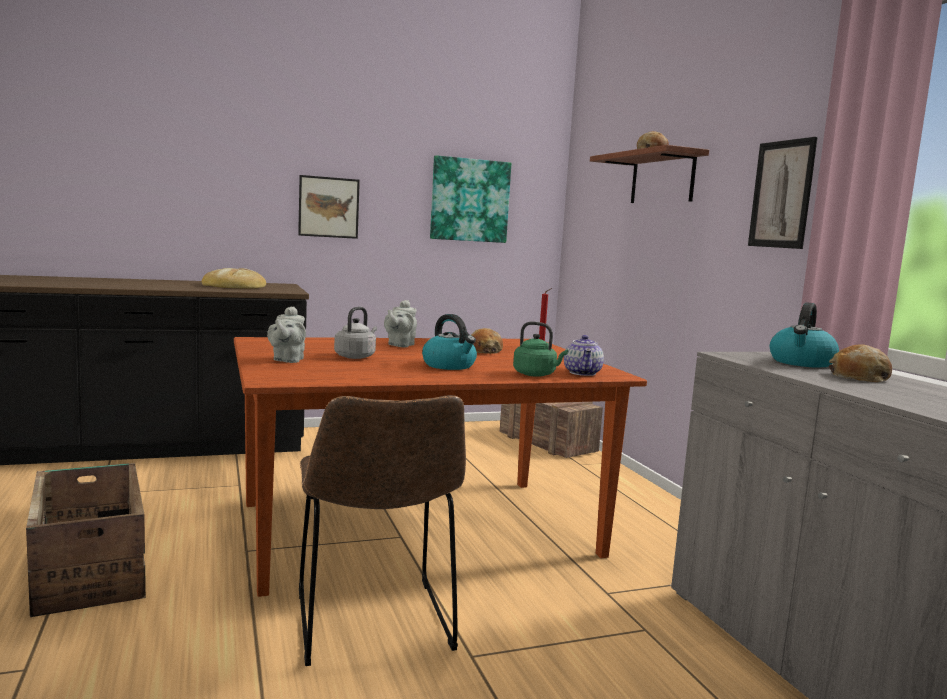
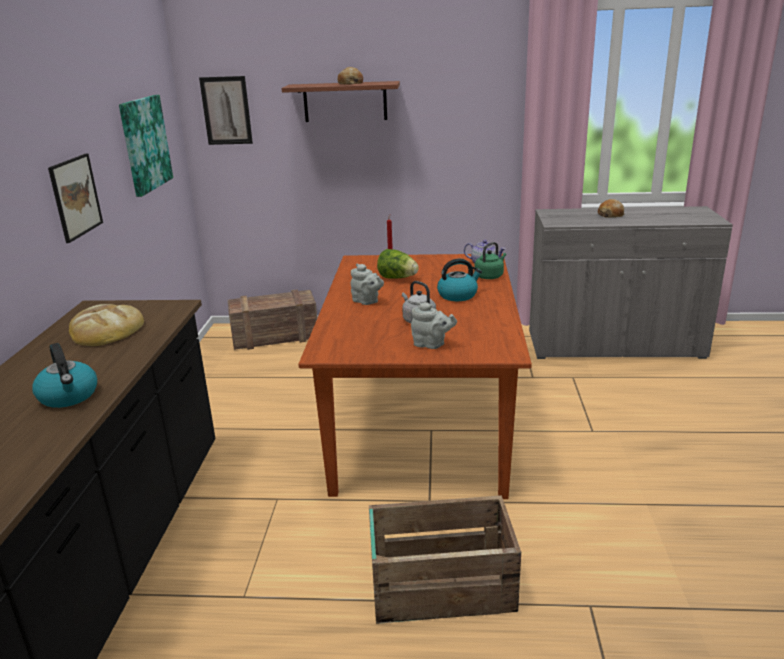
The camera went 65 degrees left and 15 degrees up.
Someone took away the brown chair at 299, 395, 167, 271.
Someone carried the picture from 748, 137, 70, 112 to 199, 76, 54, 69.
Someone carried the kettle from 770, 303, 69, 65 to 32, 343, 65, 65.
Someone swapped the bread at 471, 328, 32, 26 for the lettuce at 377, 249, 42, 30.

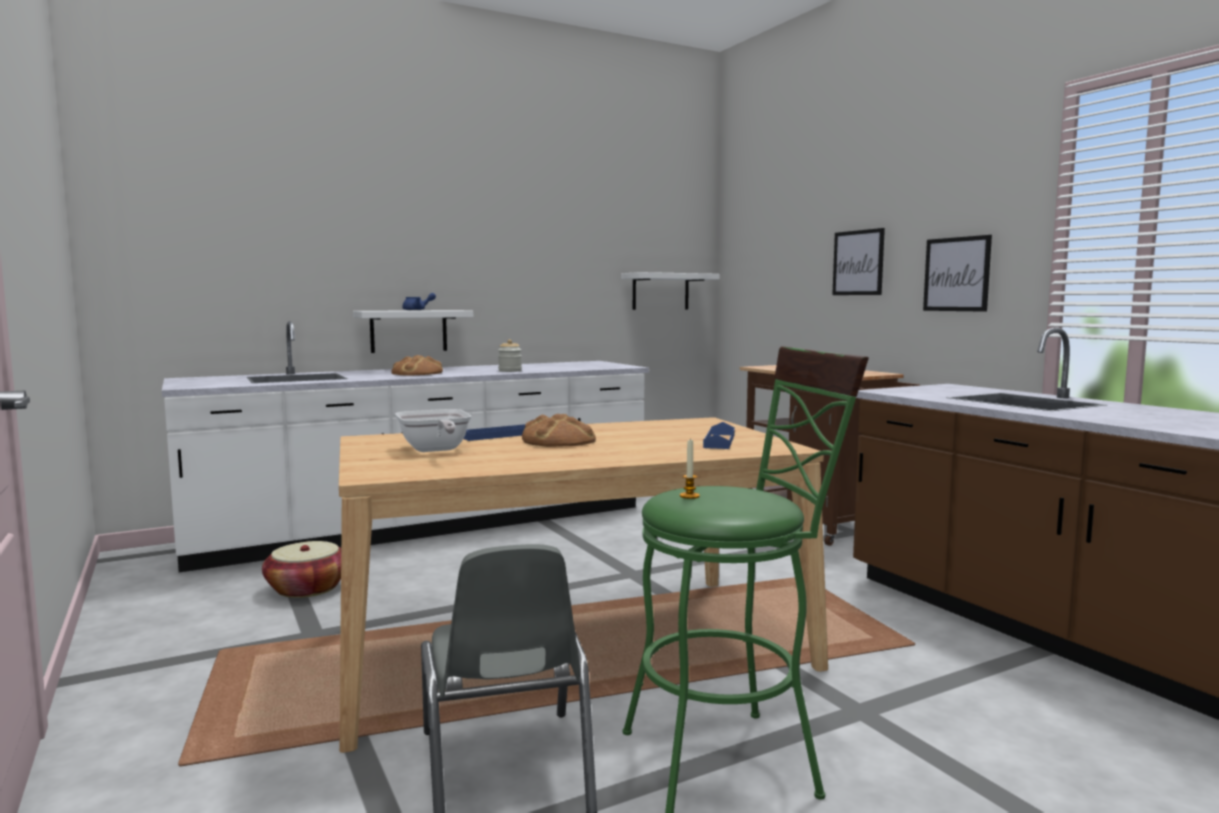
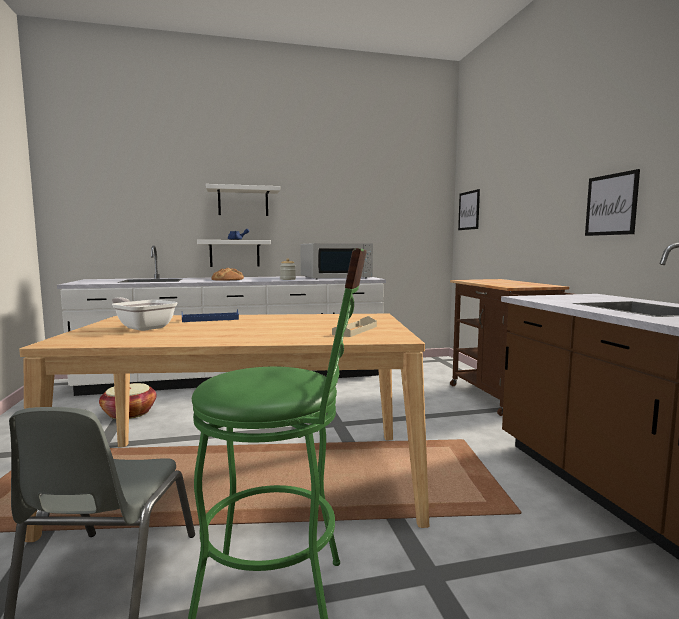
The camera went 15 degrees right and 0 degrees up.
Someone took away the bread at 522, 414, 74, 33.
Someone took away the candle at 680, 438, 20, 61.
Someone put down the white microwave at 300, 243, 73, 36.
Someone carried the white shelf from 621, 272, 98, 38 to 206, 184, 74, 32.
Someone carried the picture from 832, 228, 53, 67 to 458, 189, 22, 41.
Someone repainted the blue tray at 703, 422, 32, 27, which became the beige tray at 332, 316, 45, 21.
Someone rotated the frying pan at 395, 409, 76, 43 by 135 degrees clockwise.

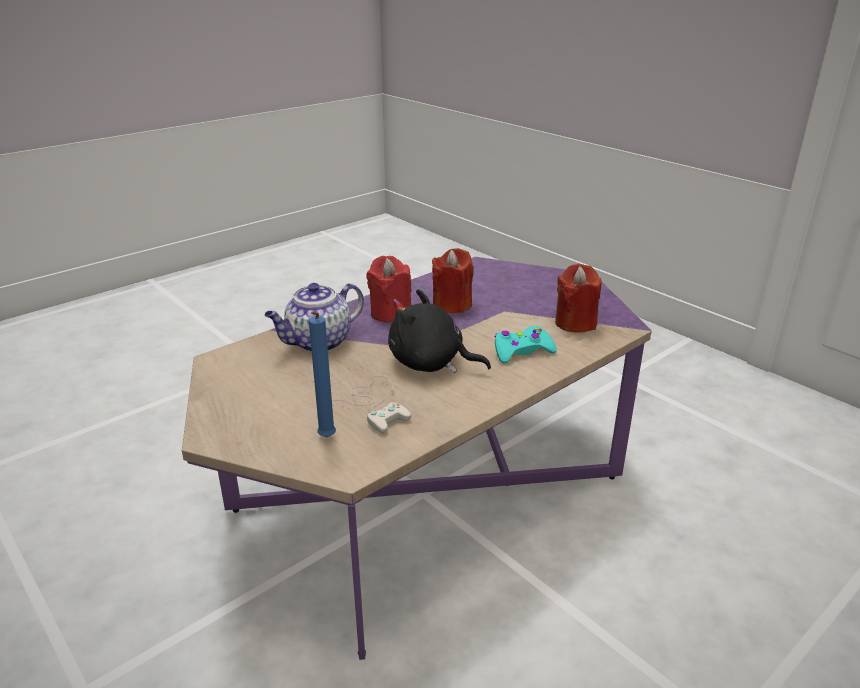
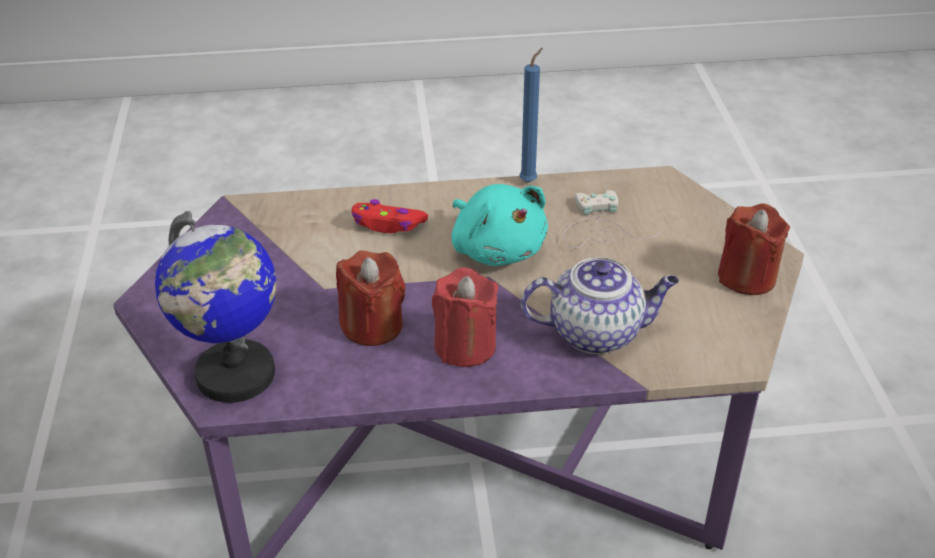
The camera went 145 degrees left and 10 degrees up.
Someone put down the globe at 155, 211, 122, 192.
Someone carried the blue candle from 309, 312, 27, 125 to 520, 48, 23, 134.
Someone carried the red candle from 555, 264, 46, 69 to 718, 203, 72, 92.
Someone repainted the black plush toy at 388, 289, 103, 84, which became the turquoise plush toy at 451, 184, 97, 82.
Someone repainted the turquoise game controller at 495, 326, 62, 37, which became the red game controller at 352, 199, 76, 34.

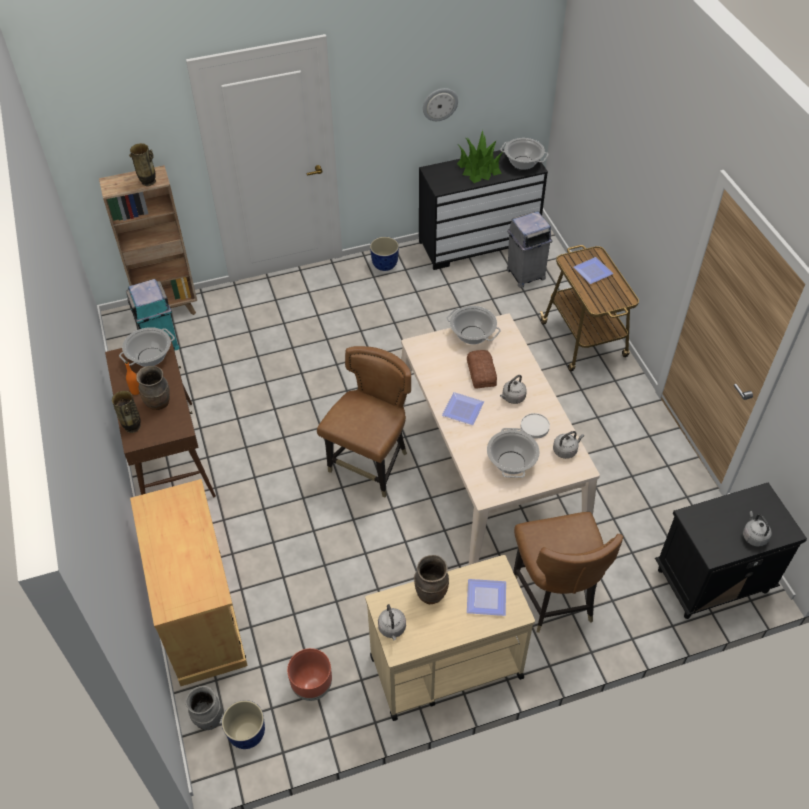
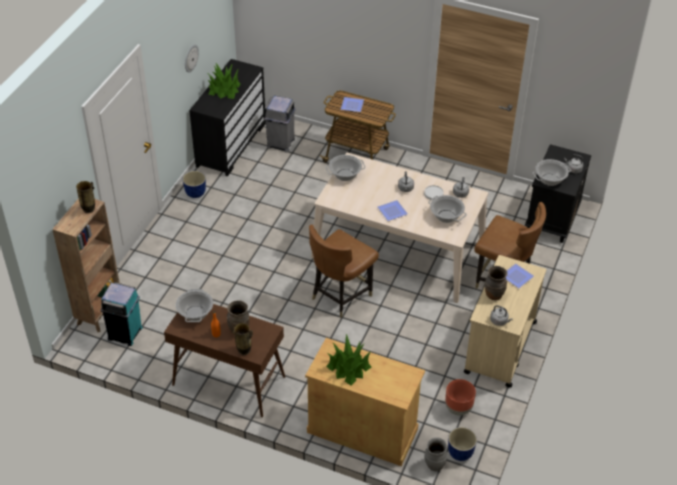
The camera went 50 degrees left and 5 degrees down.
Someone took away the bread at 467, 350, 30, 39.
Someone put down the potted plant at 326, 334, 45, 52.
Someone carried the cooking pot from 500, 138, 49, 32 to 532, 159, 39, 27.
Someone rotated the brown chair at 317, 346, 94, 151 by 120 degrees counterclockwise.

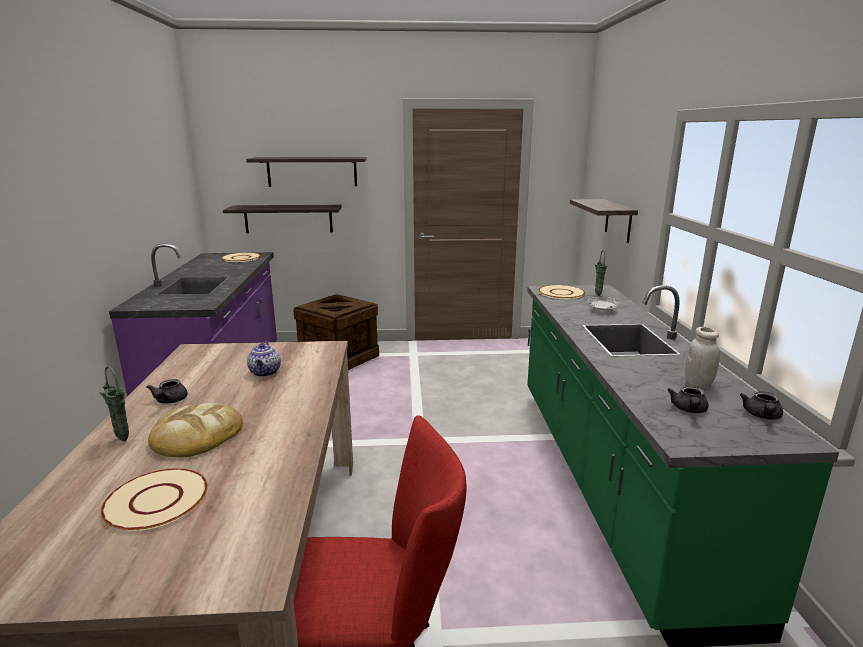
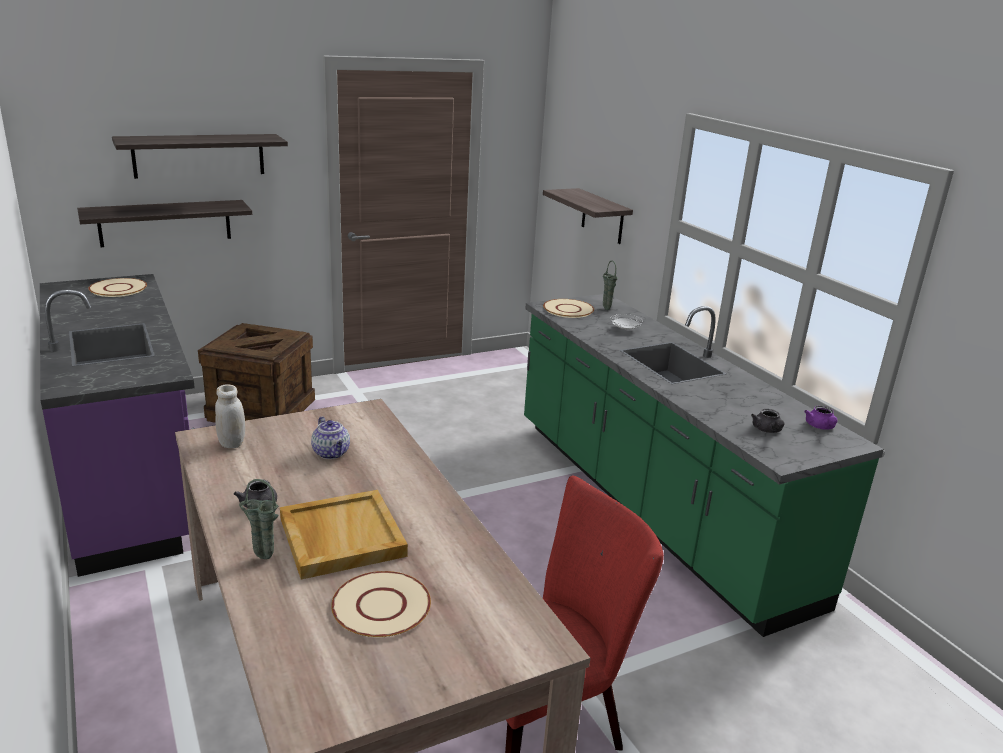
The camera went 25 degrees left and 5 degrees up.
Someone carried the white jar from 685, 327, 35, 62 to 215, 384, 30, 64.
Someone swapped the bread at 148, 403, 95, 54 for the beige tray at 280, 490, 128, 90.
Someone repainted the grey teapot at 740, 391, 43, 29, which became the purple teapot at 804, 406, 34, 24.

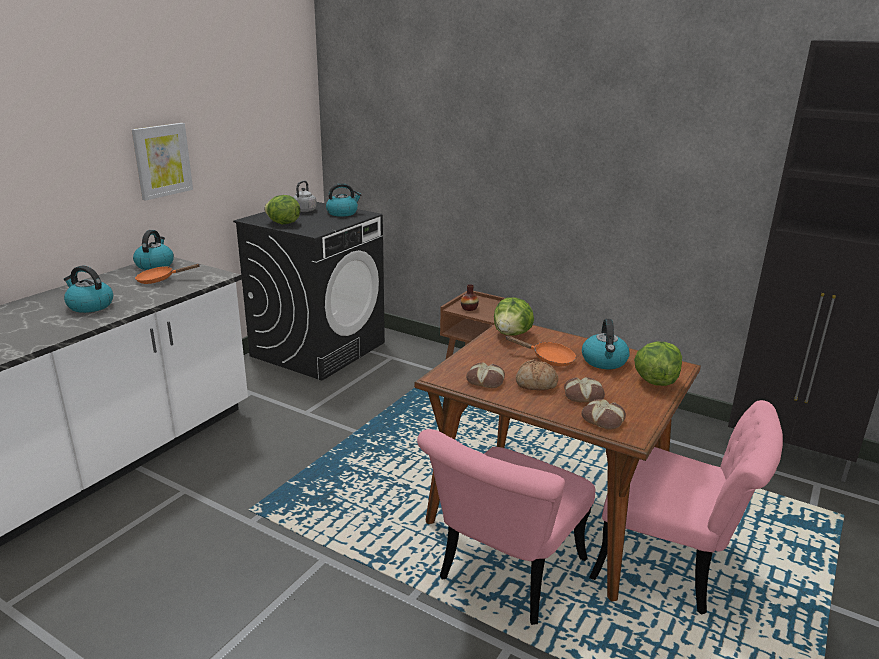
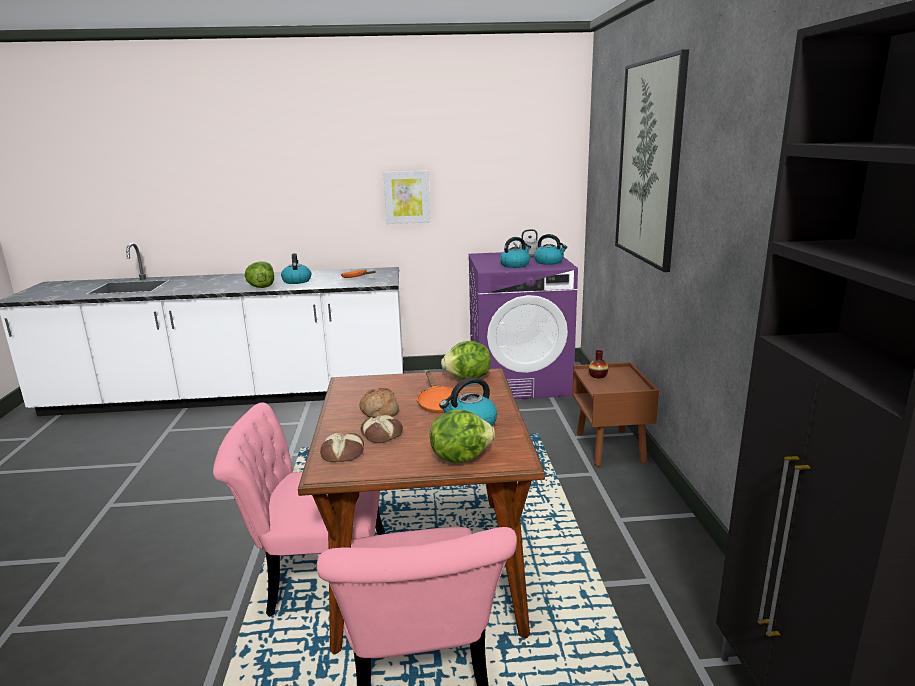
The camera went 55 degrees right and 5 degrees down.
Someone took away the bread at 466, 363, 39, 25.
Someone put up the picture at 615, 49, 74, 223.
Someone carried the kettle from 133, 230, 41, 40 to 500, 237, 31, 31.
Someone carried the lettuce from 264, 195, 36, 29 to 245, 261, 29, 27.
Someone repainted the black washing machine at 233, 202, 152, 179, which became the purple washing machine at 468, 252, 110, 147.

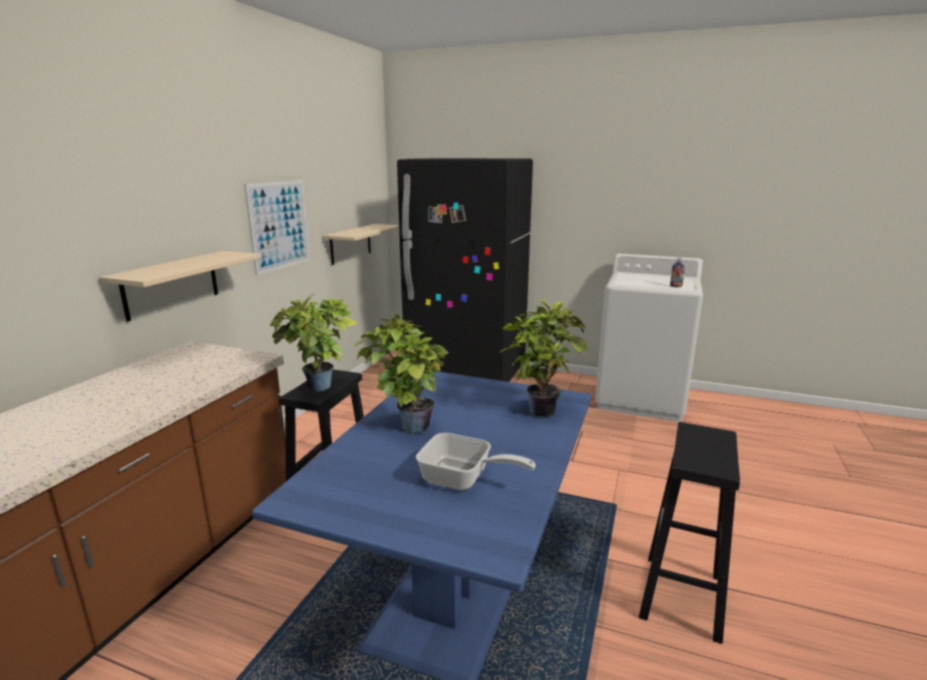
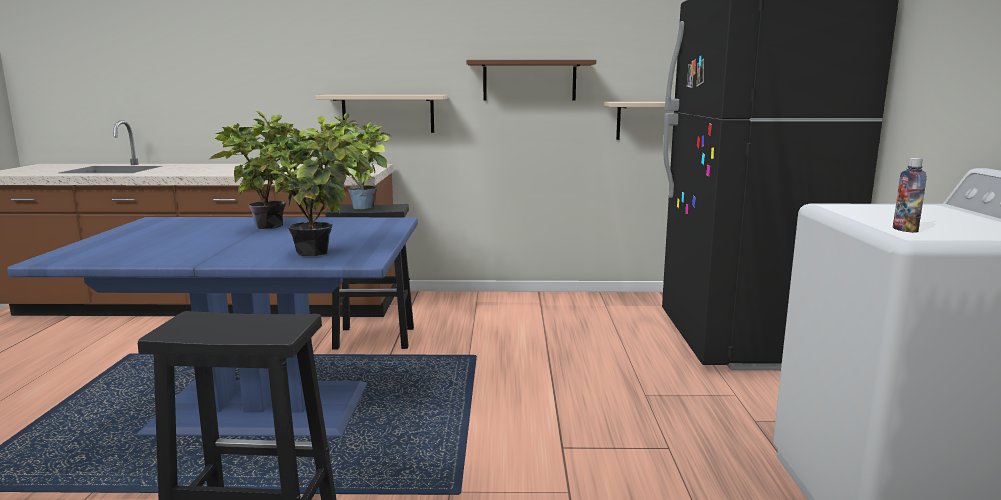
The camera went 70 degrees right and 5 degrees down.
Someone took away the frying pan at 416, 433, 120, 57.
Someone swapped the picture at 244, 180, 66, 95 for the brown shelf at 466, 60, 130, 40.

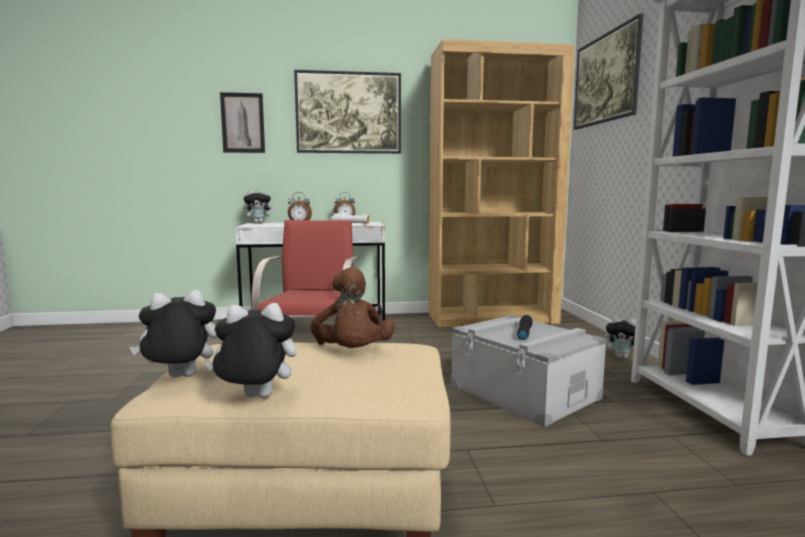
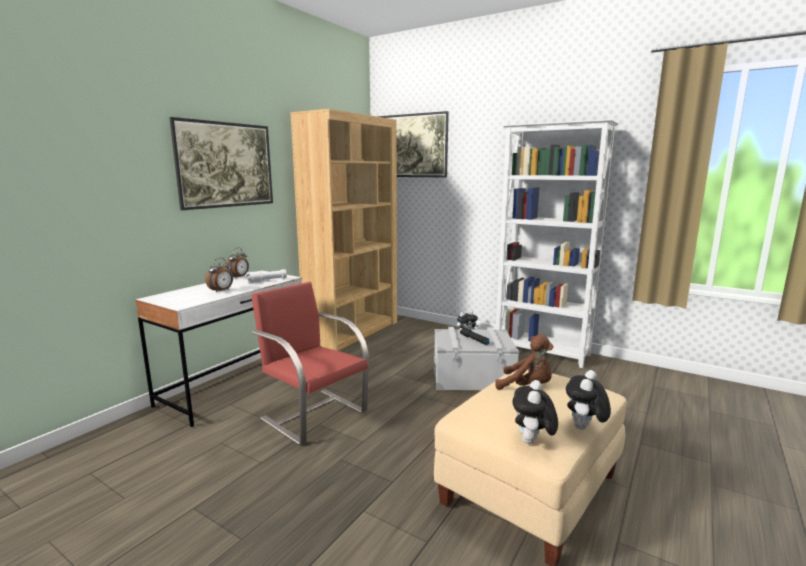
The camera went 50 degrees left and 5 degrees up.
Someone took away the picture at 220, 92, 45, 61.
Someone took away the plush toy at 243, 190, 32, 33.

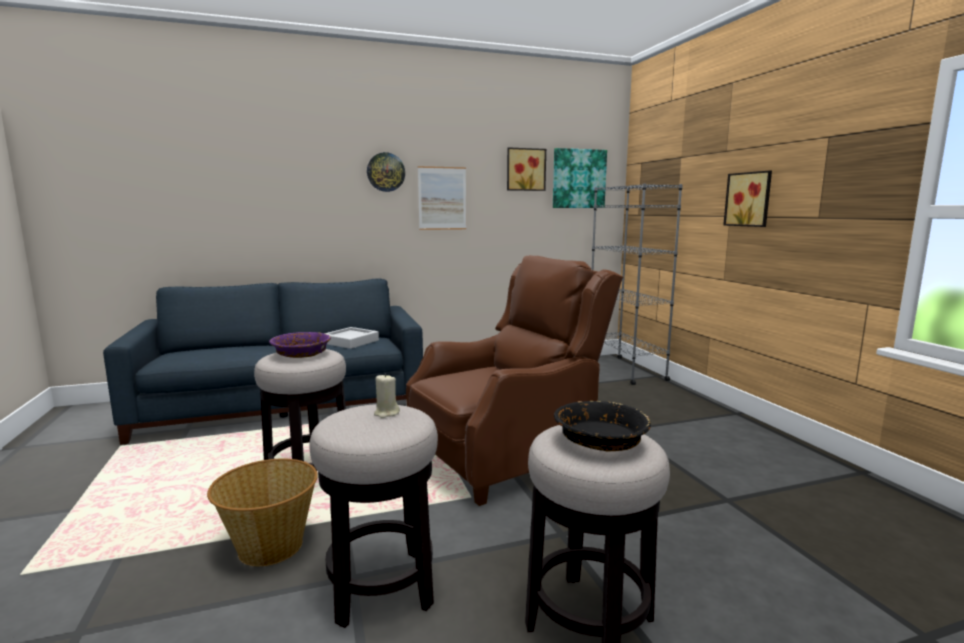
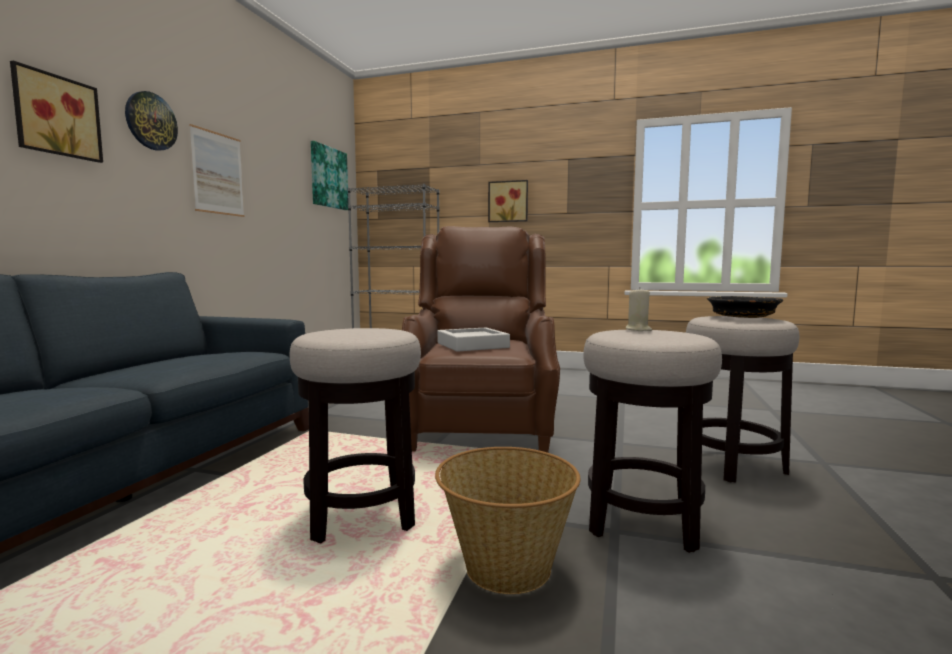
The camera went 55 degrees left and 5 degrees down.
Someone took away the purple bowl at 269, 332, 62, 26.
Someone carried the grey tray from 324, 327, 55, 22 to 437, 328, 73, 24.
Someone carried the picture from 507, 147, 39, 44 to 10, 60, 93, 103.

